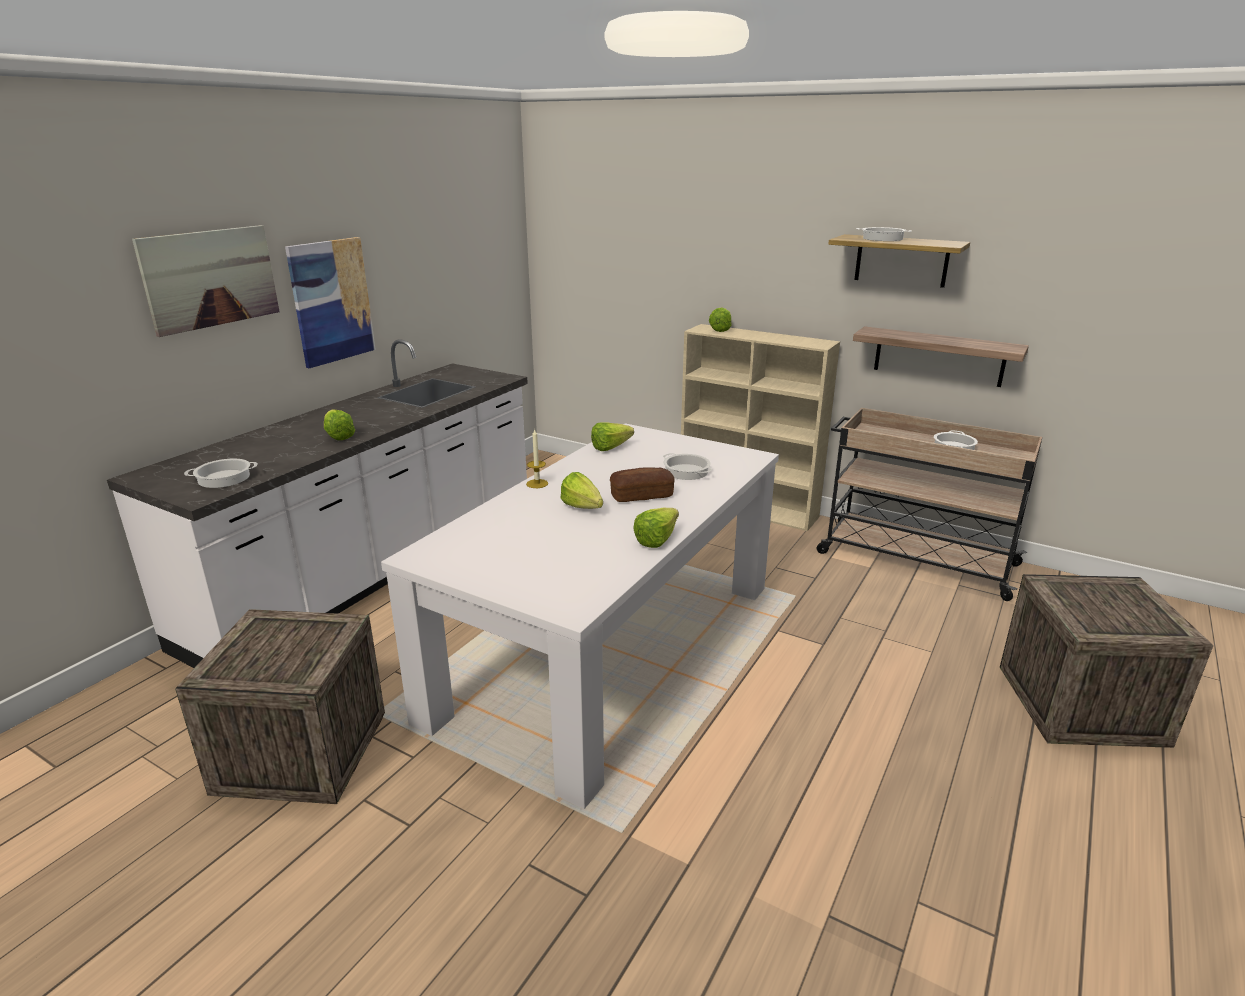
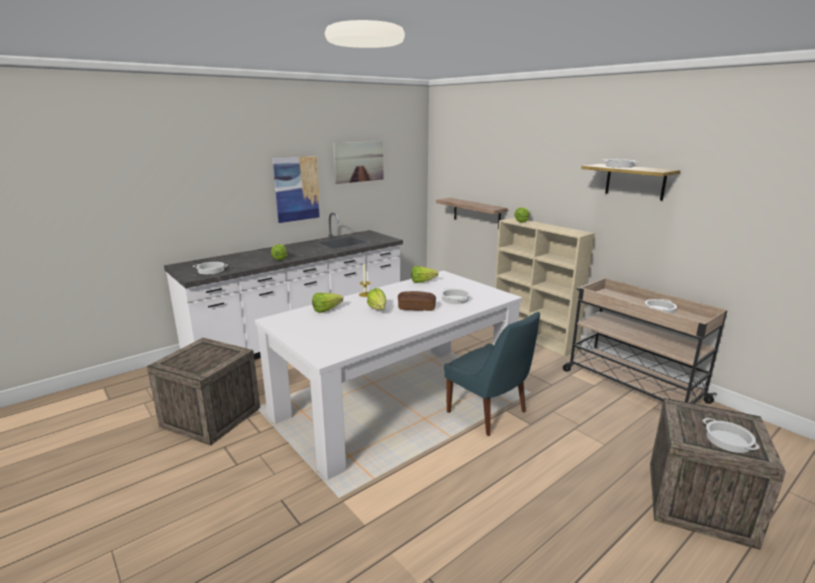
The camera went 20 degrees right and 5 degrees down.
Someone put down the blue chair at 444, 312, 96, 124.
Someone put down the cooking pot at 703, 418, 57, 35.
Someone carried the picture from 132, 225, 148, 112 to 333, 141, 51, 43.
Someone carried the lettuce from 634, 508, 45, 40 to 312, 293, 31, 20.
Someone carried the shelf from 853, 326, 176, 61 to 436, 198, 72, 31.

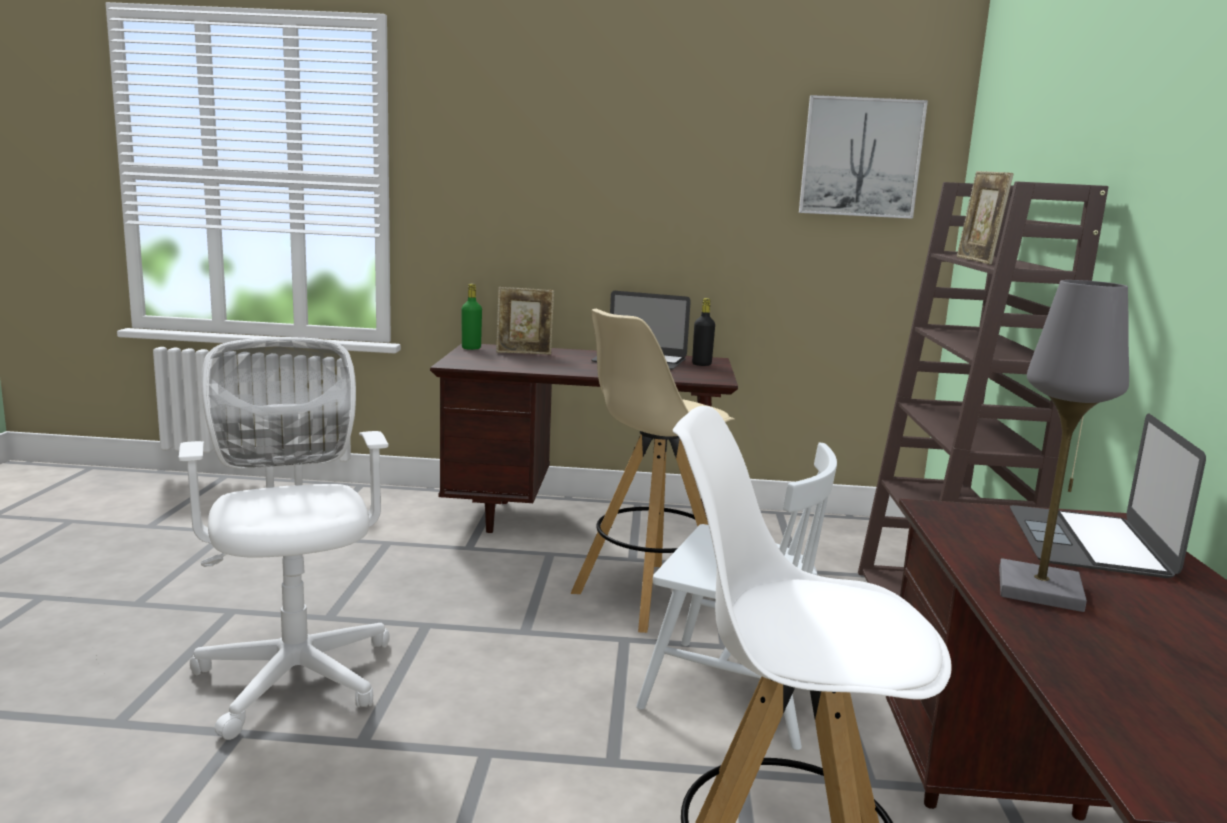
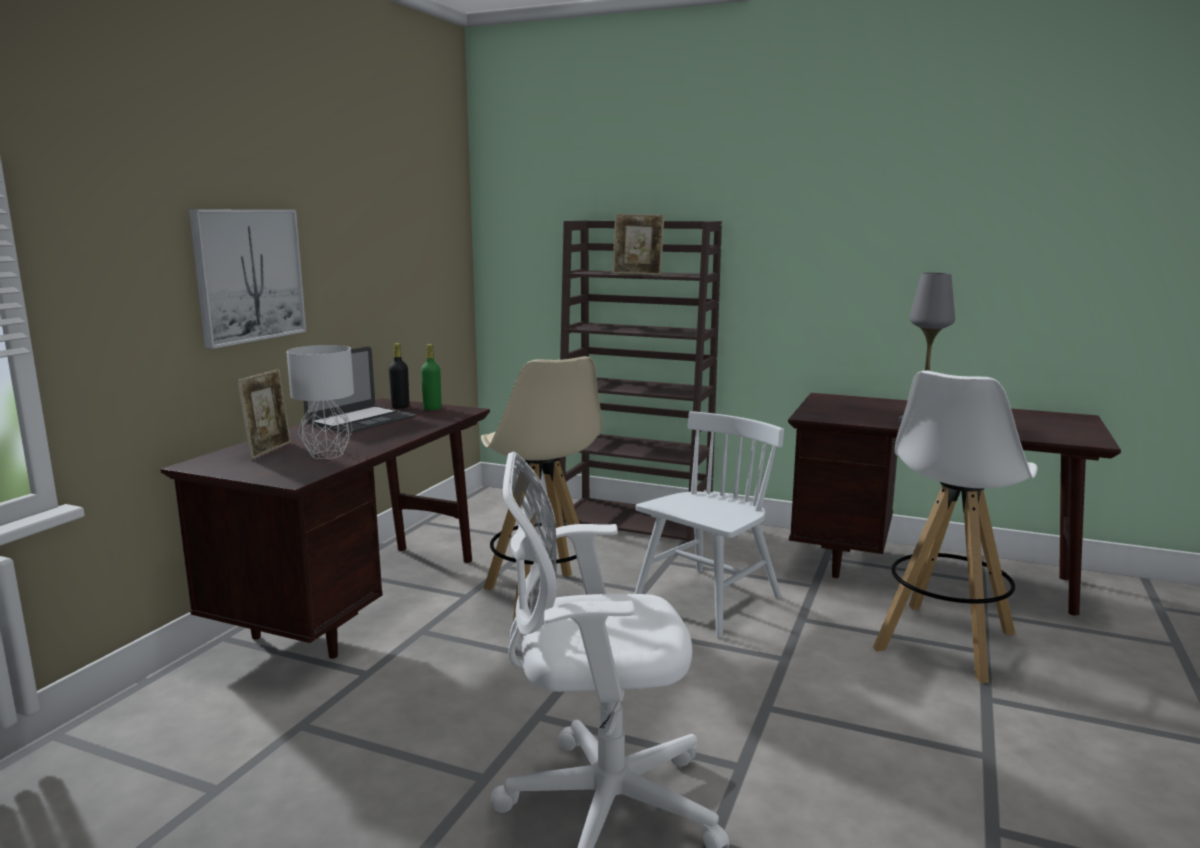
The camera went 70 degrees left and 0 degrees up.
Someone took away the laptop at 1010, 413, 196, 165.
Someone put down the grey table lamp at 286, 345, 68, 114.
Someone carried the green bottle from 461, 284, 21, 66 to 421, 344, 21, 66.
Someone carried the picture from 799, 95, 129, 124 to 189, 209, 117, 140.

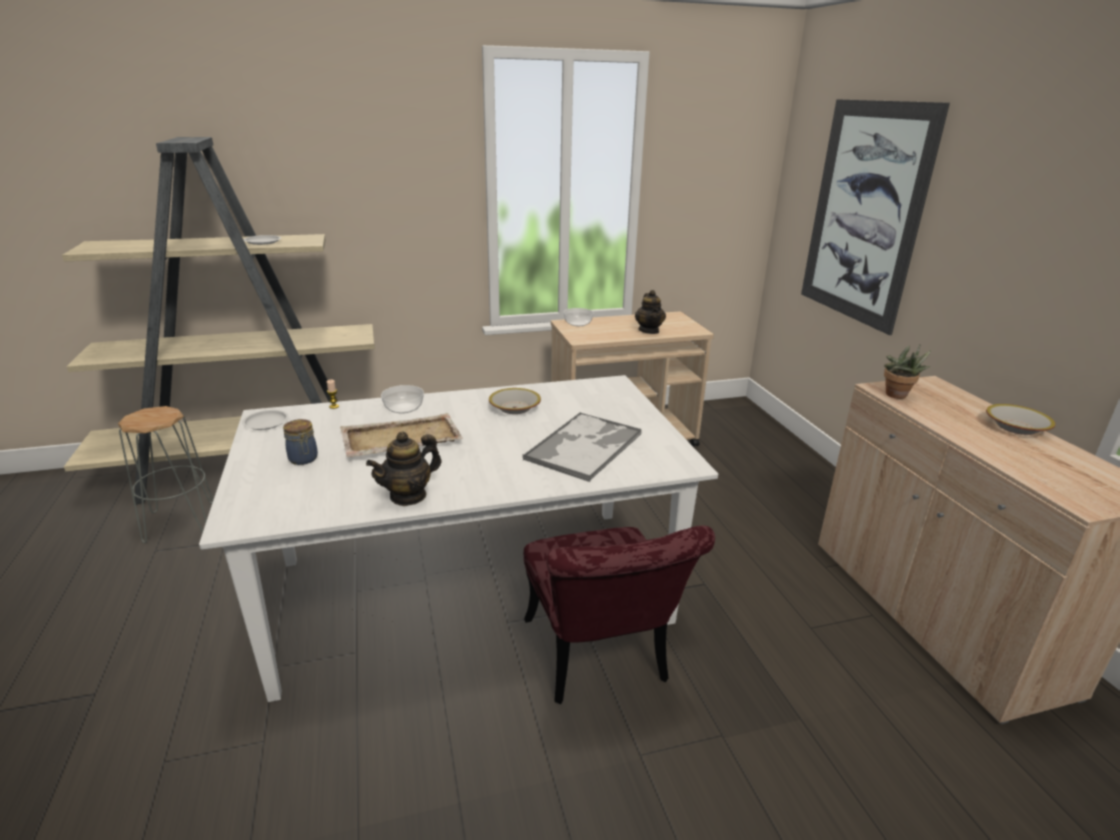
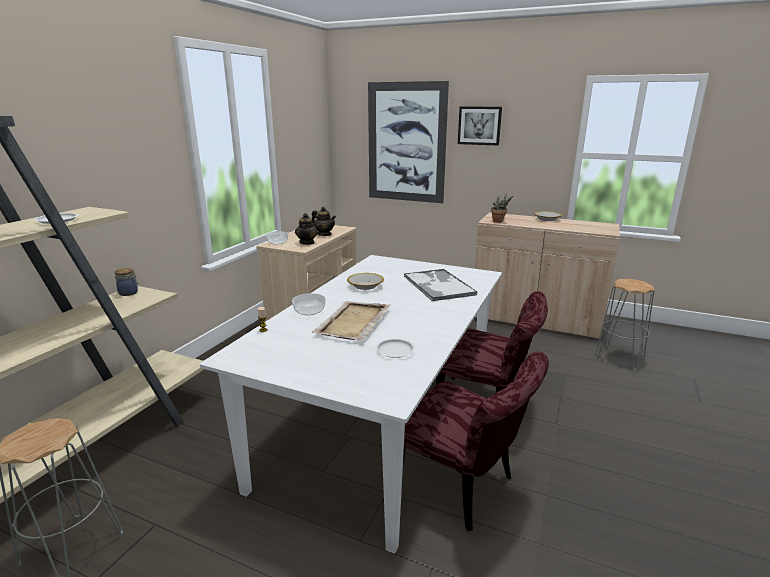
The camera went 50 degrees left and 5 degrees down.
Someone put down the red chair at 403, 352, 146, 179.
Someone put up the picture at 458, 106, 44, 40.
Someone put down the grey stool at 595, 279, 60, 92.
Someone carried the white plate from 242, 410, 47, 20 to 376, 339, 39, 19.
Someone carried the jar from 283, 419, 35, 46 to 114, 268, 24, 28.
Someone carried the teapot from 366, 431, 75, 75 to 295, 213, 23, 32.

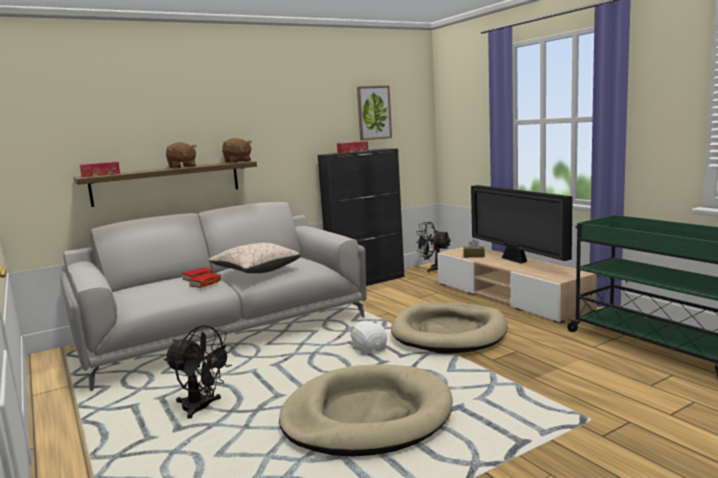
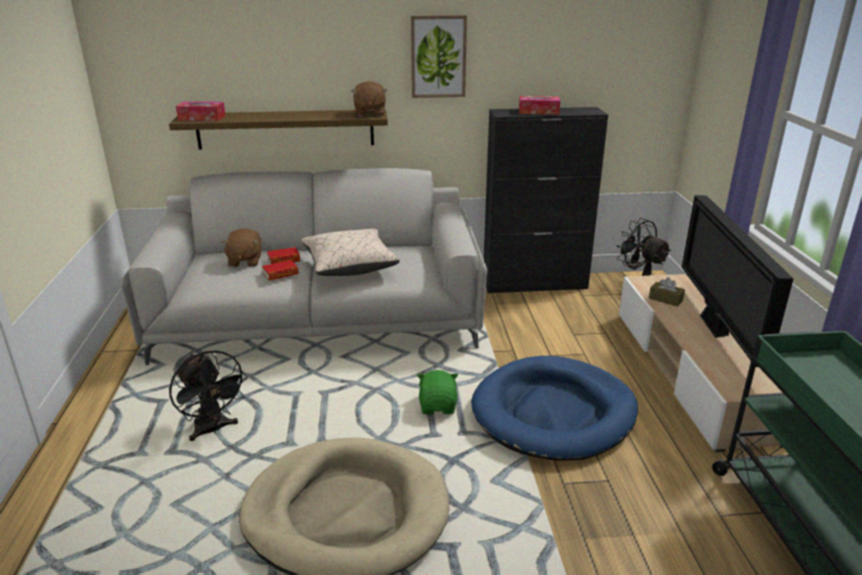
The camera went 25 degrees right and 15 degrees up.
Someone carried the brown plush toy from 166, 142, 30, 27 to 221, 228, 41, 39.
Someone carried the picture from 357, 86, 35, 55 to 411, 15, 56, 83.
Someone repainted the white plush toy at 348, 320, 39, 35, which became the green plush toy at 417, 370, 41, 44.
Someone repainted the beige dog bed at 391, 302, 117, 52, which became the blue dog bed at 471, 356, 167, 105.

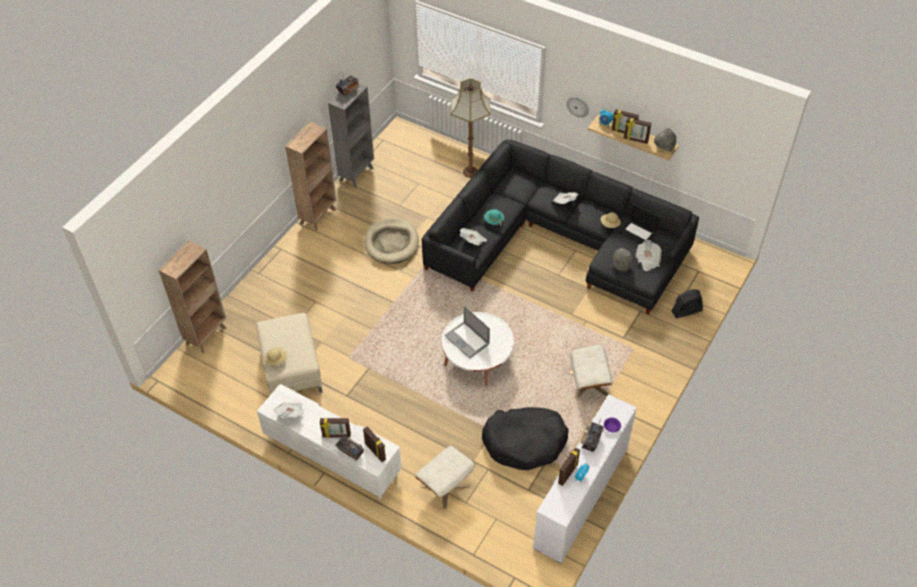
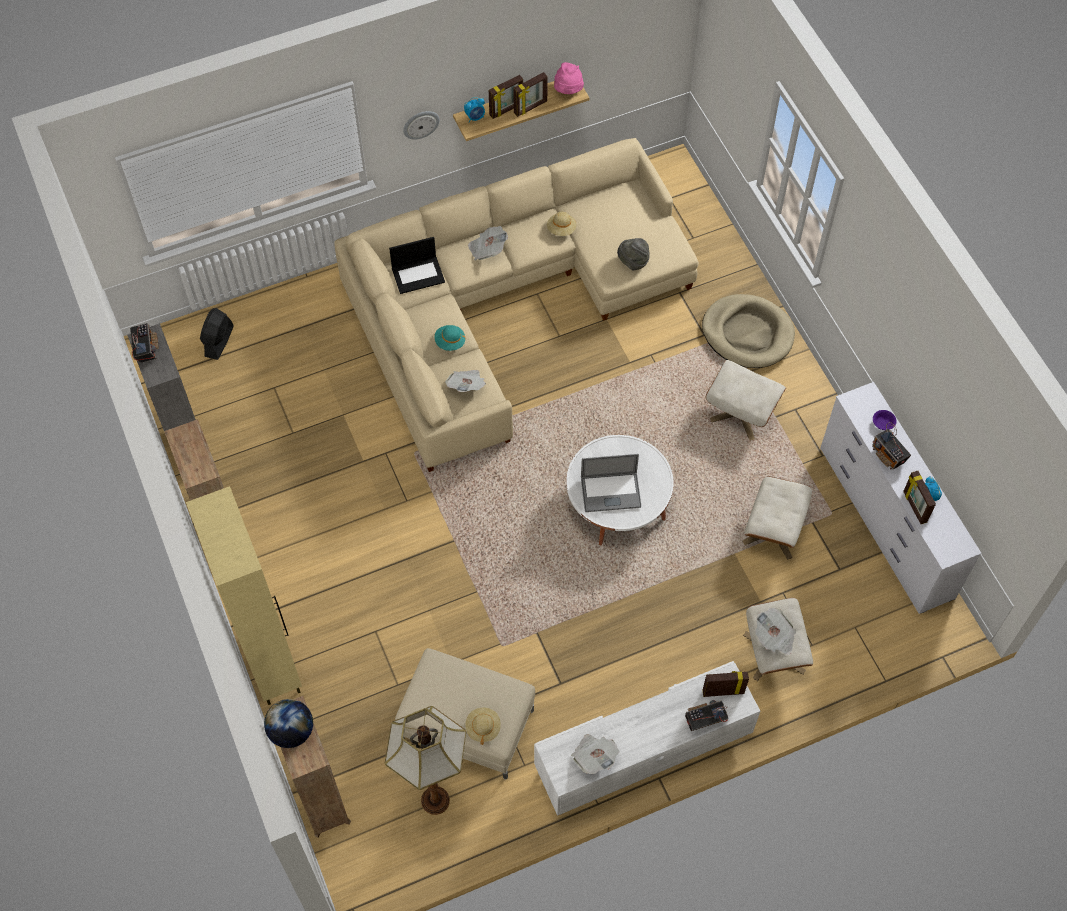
The camera went 55 degrees left and 10 degrees up.
Someone took away the picture frame at 320, 418, 31, 20.
Someone put down the beige cabinet at 186, 486, 116, 219.
Someone put down the globe at 264, 699, 49, 49.
Someone carried the beige dog bed from 365, 218, 54, 46 to 702, 294, 93, 74.
Someone carried the floor lamp from 451, 78, 39, 100 to 385, 706, 81, 109.
Someone carried the laptop from 619, 204, 41, 40 to 389, 237, 56, 57.
Someone carried the newspaper from 636, 240, 26, 31 to 755, 608, 41, 47.
Someone carried the black fan from 672, 289, 31, 29 to 200, 308, 34, 52.
Someone swapped the black dog bed at 482, 407, 87, 63 for the beige ottoman at 743, 476, 69, 84.
Someone repainted the black sofa at 421, 140, 278, 175, which became the beige sofa at 334, 138, 365, 334.
Someone repainted the grey hat at 654, 128, 22, 24, which became the pink hat at 554, 62, 30, 32.

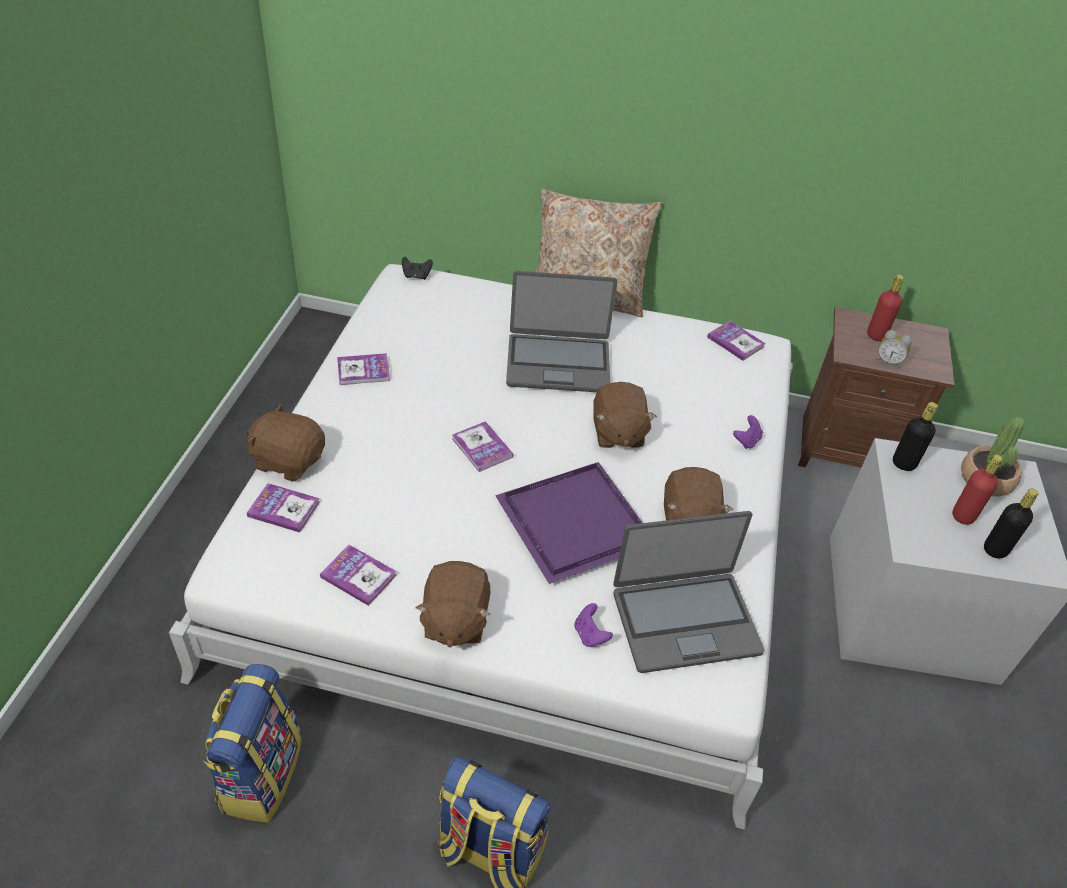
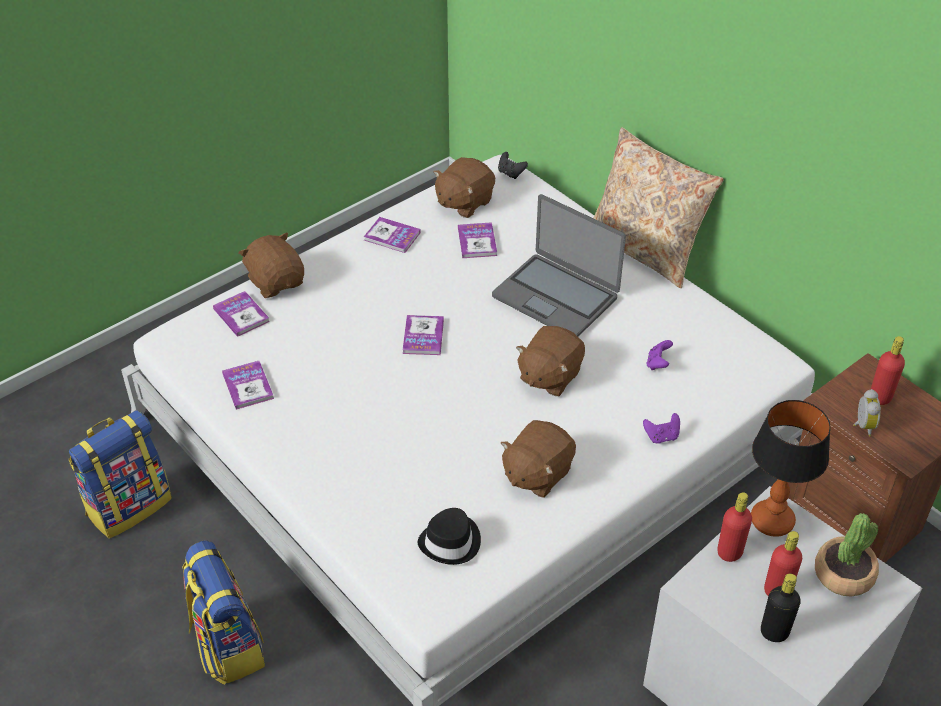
The camera went 40 degrees right and 0 degrees up.
Someone took away the purple tray at 495, 462, 148, 122.
Someone put down the red bottle at 717, 492, 35, 70.
Someone carried the brown plush toy from 416, 561, 75, 87 to 434, 157, 61, 61.
Someone carried the purple game controller from 574, 603, 39, 44 to 646, 340, 27, 30.
Someone carried the book from 707, 321, 59, 40 to 458, 222, 39, 36.
Someone swapped the laptop at 613, 511, 151, 162 for the black hat at 418, 508, 63, 57.
Someone swapped the black bottle at 893, 402, 45, 69 for the table lamp at 751, 400, 80, 137.
Someone rotated the alarm clock at 875, 330, 37, 38 by 150 degrees counterclockwise.

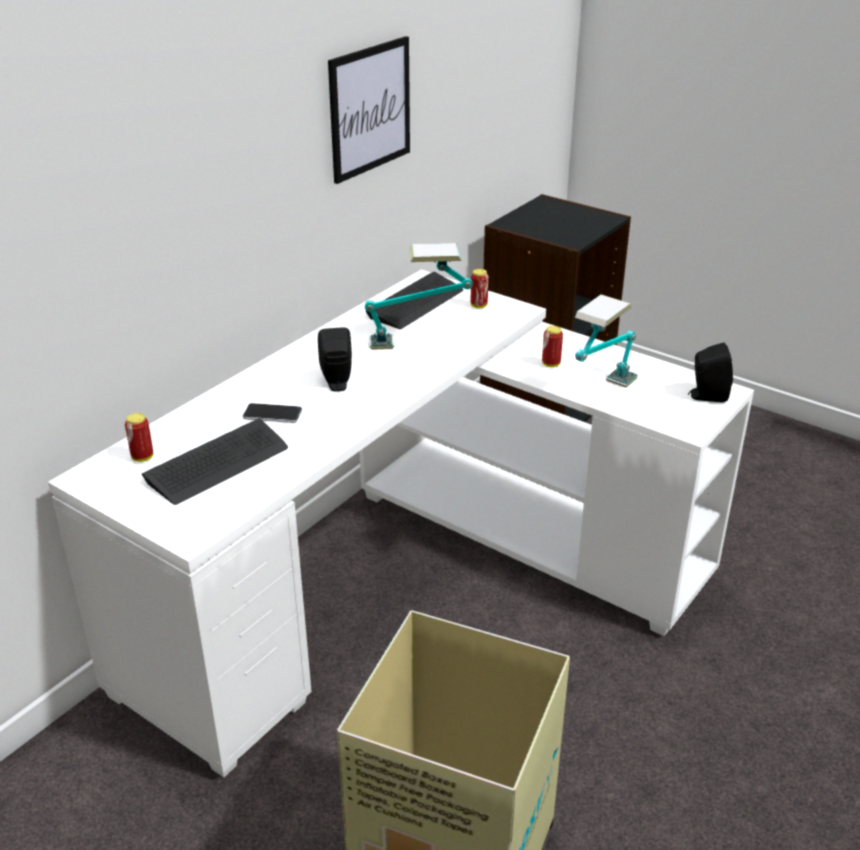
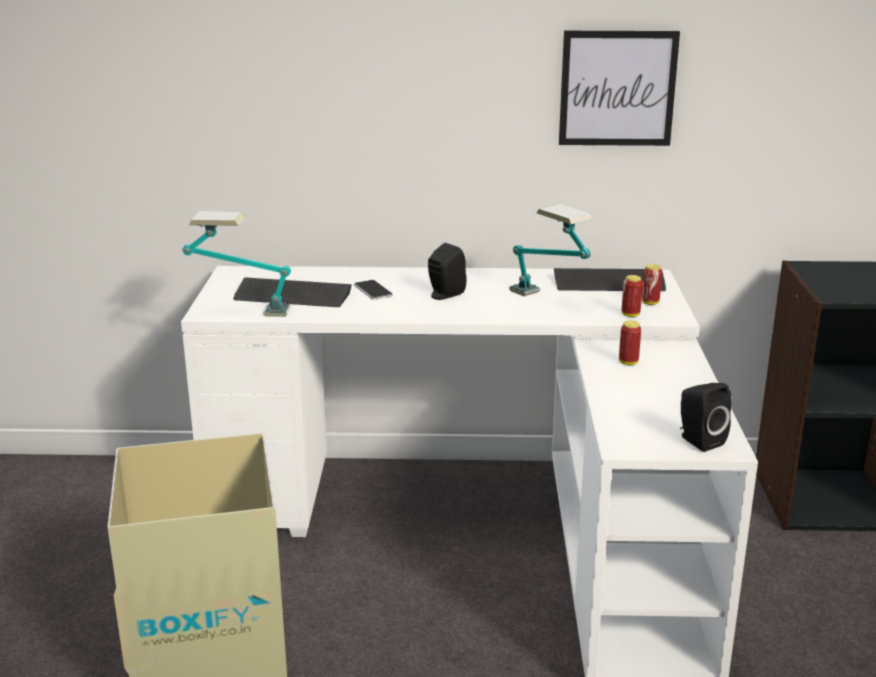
The camera went 55 degrees right and 10 degrees down.
Someone carried the can from 125, 413, 28, 49 to 622, 275, 21, 42.
Someone carried the table lamp from 575, 294, 63, 94 to 182, 211, 109, 106.

